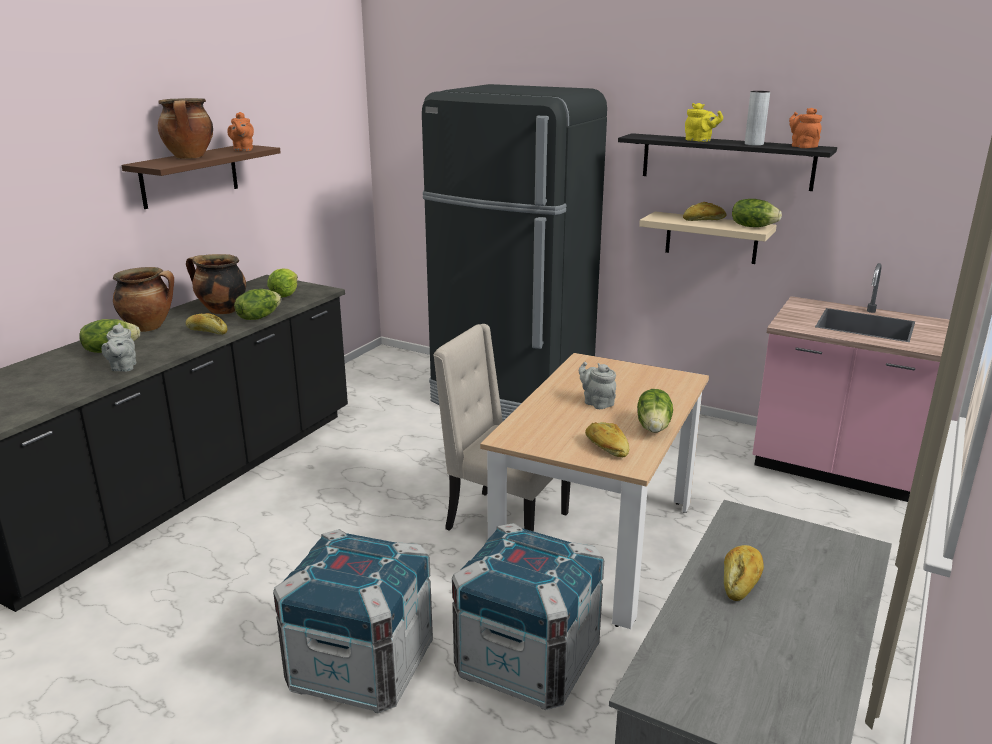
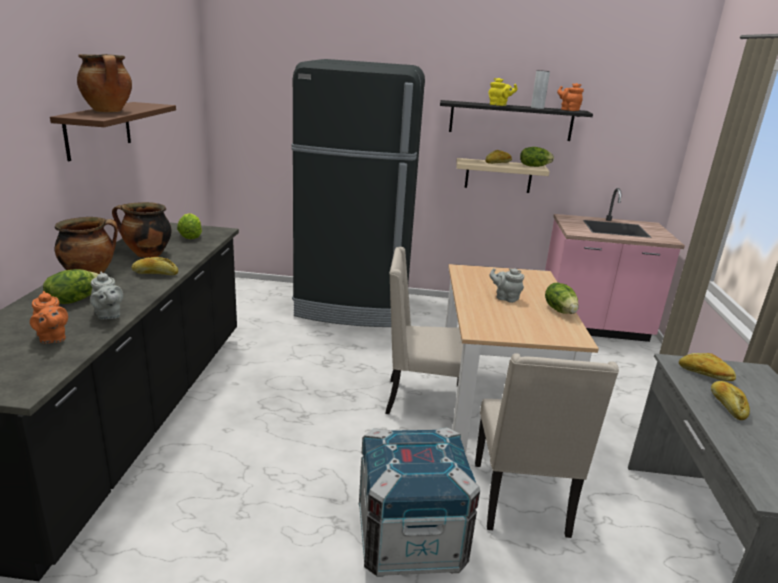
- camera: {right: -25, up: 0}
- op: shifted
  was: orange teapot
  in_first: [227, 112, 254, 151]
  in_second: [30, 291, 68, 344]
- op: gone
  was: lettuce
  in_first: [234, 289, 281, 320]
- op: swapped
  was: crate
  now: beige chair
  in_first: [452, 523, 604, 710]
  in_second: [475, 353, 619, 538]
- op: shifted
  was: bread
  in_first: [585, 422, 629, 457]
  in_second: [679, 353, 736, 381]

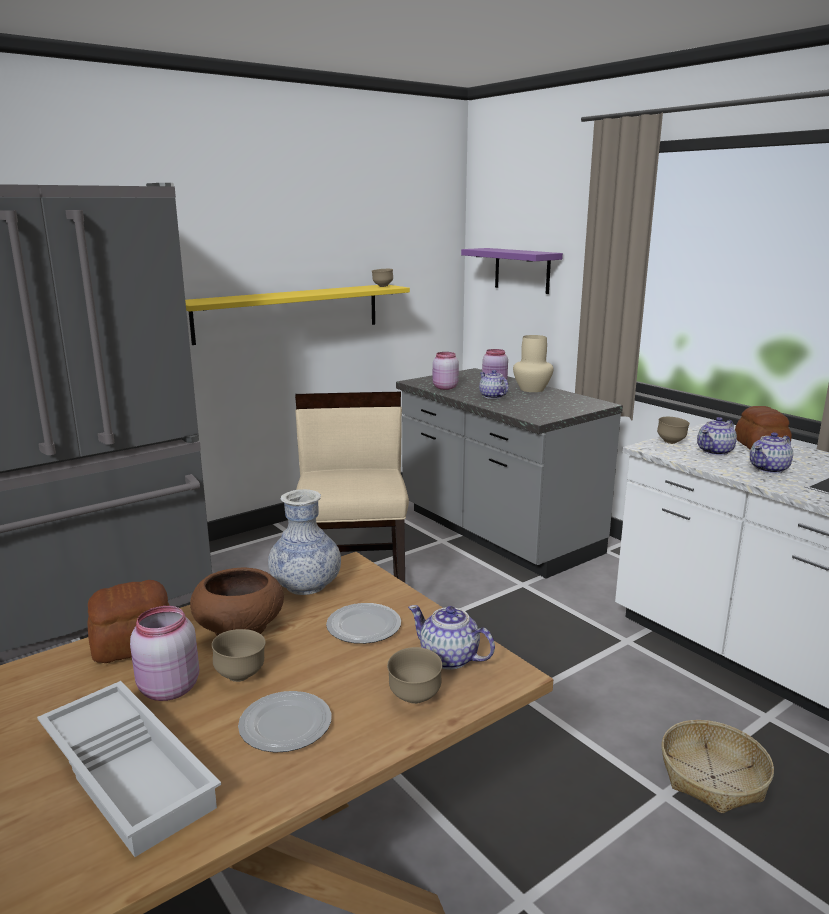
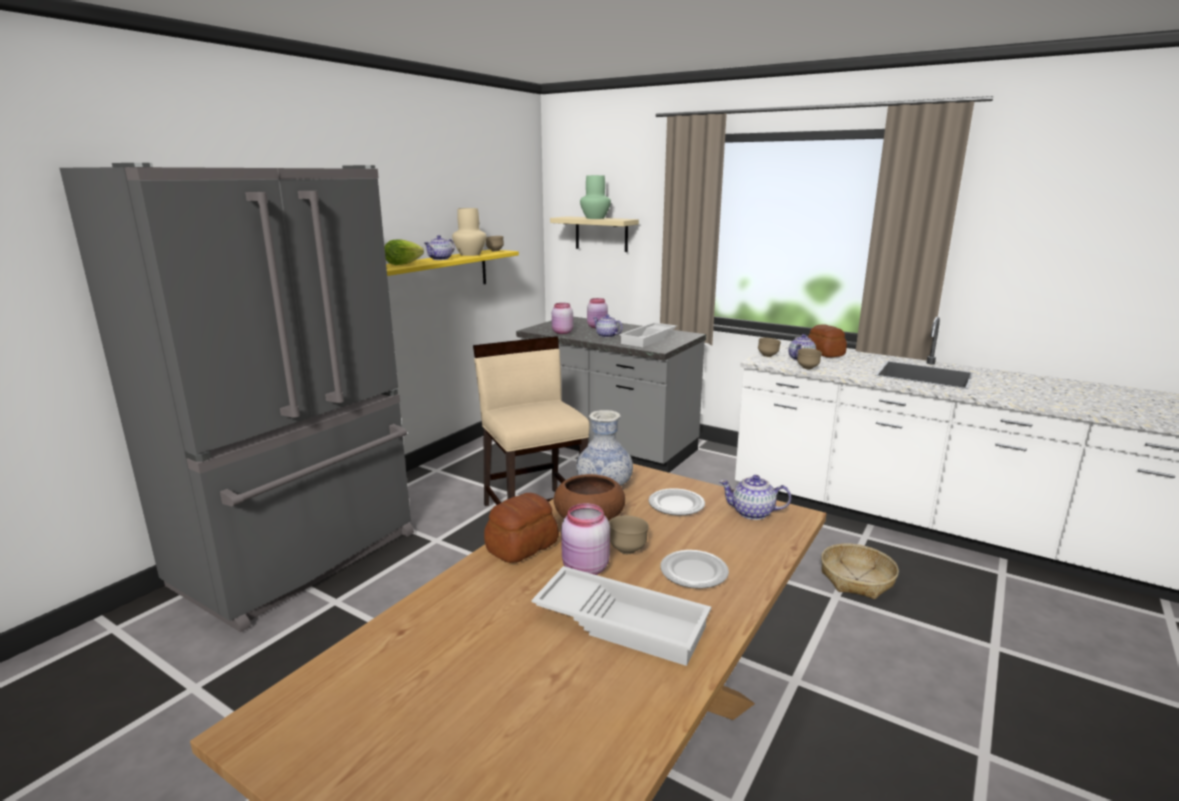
- camera: {right: -20, up: 0}
- op: shifted
  was: brown bowl
  in_first: [387, 647, 442, 704]
  in_second: [797, 348, 822, 369]
- op: repainted
  was: purple shelf
  now: beige shelf
  in_first: [461, 248, 563, 294]
  in_second: [550, 216, 639, 252]
- op: shifted
  was: beige vase
  in_first: [513, 335, 553, 392]
  in_second: [452, 208, 486, 256]
- op: shifted
  was: teapot
  in_first: [750, 432, 793, 474]
  in_second: [424, 235, 455, 260]
- op: new
  now: lettuce
  in_second: [385, 240, 424, 265]
- op: new
  now: green vase
  in_second: [580, 175, 611, 219]
- op: new
  now: white tray
  in_second: [619, 322, 677, 347]

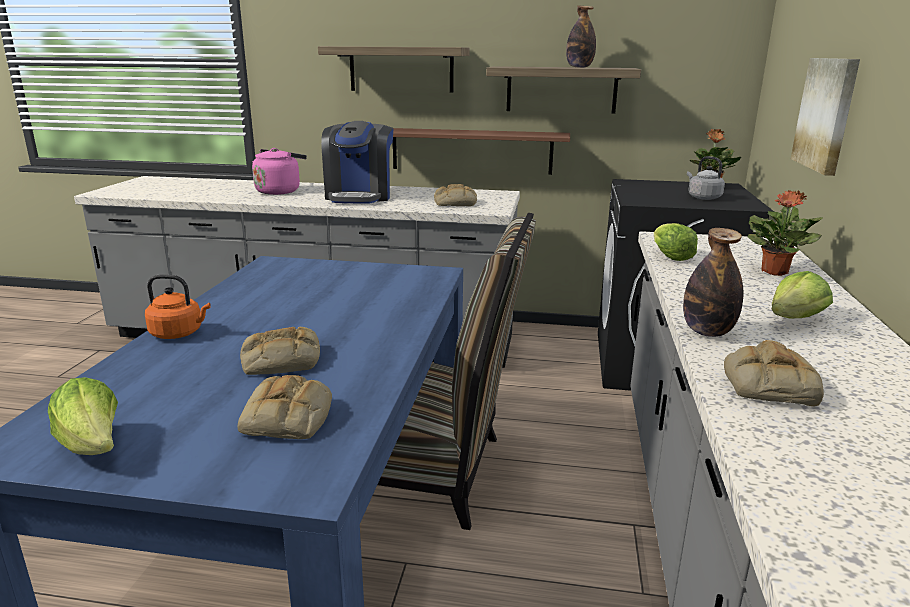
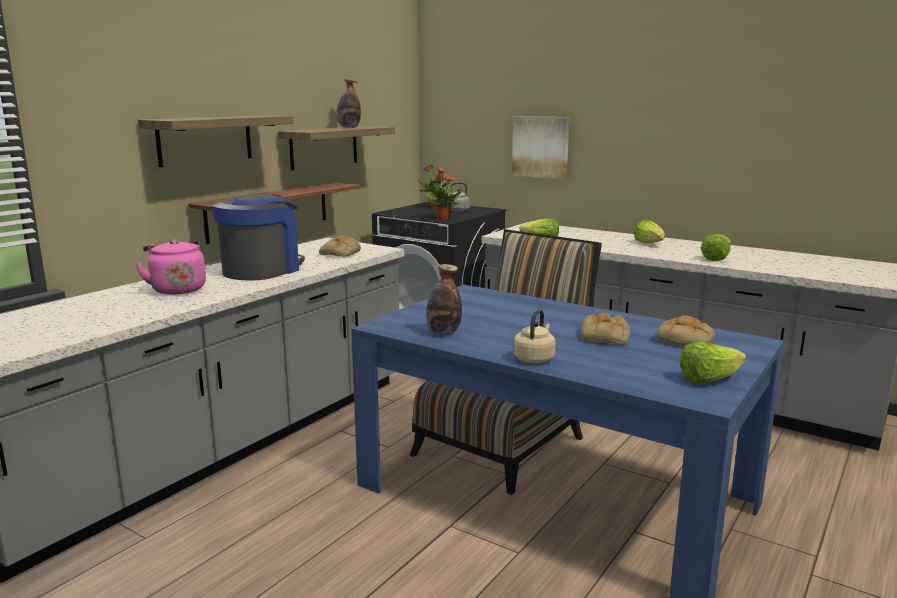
- camera: {right: -65, up: -5}
- op: repainted
  was: orange kettle
  now: beige kettle
  in_first: [145, 274, 211, 339]
  in_second: [513, 309, 556, 363]
- op: rotated
  was: coffee machine
  in_first: [321, 121, 393, 204]
  in_second: [212, 195, 305, 280]
  clockwise: -90
- op: shifted
  was: bottle
  in_first: [683, 228, 744, 337]
  in_second: [426, 264, 462, 335]
- op: swapped
  was: bread
  now: lettuce
  in_first: [724, 340, 824, 406]
  in_second: [701, 234, 731, 261]
- op: shifted
  was: potted plant
  in_first: [748, 190, 823, 276]
  in_second: [423, 174, 462, 220]

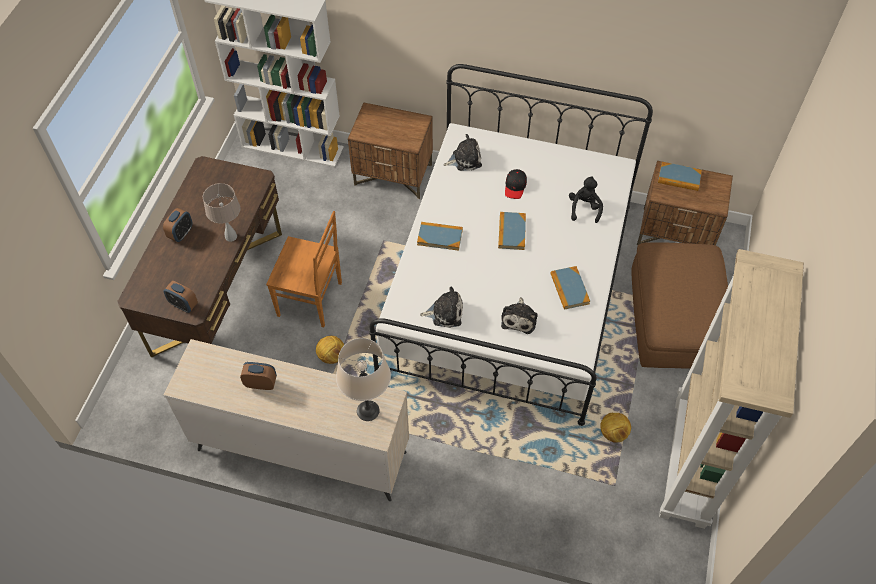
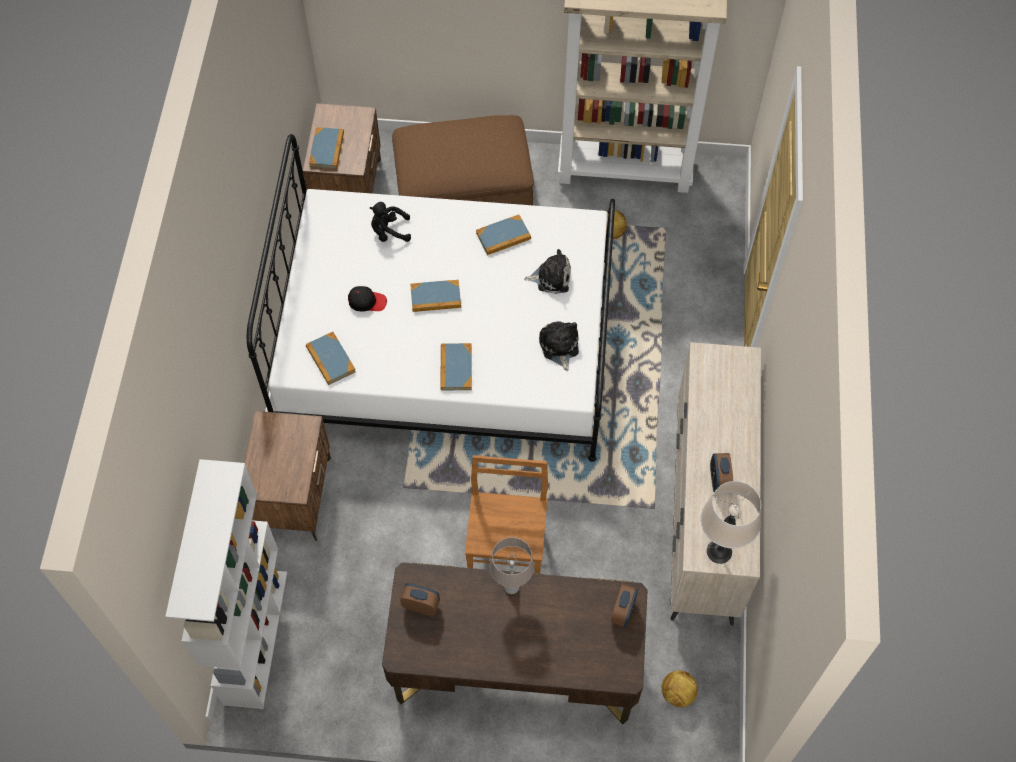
- camera: {right: -100, up: 5}
- op: shifted
  was: alarm clock
  in_first: [163, 208, 193, 242]
  in_second: [400, 583, 440, 616]
- op: shifted
  was: football
  in_first: [316, 336, 344, 364]
  in_second: [662, 670, 698, 707]
- op: shifted
  was: beige table lamp
  in_first: [336, 338, 391, 421]
  in_second: [700, 481, 761, 564]
- op: swapped
  was: plush toy
  now: book
  in_first: [444, 134, 482, 171]
  in_second: [306, 332, 356, 385]

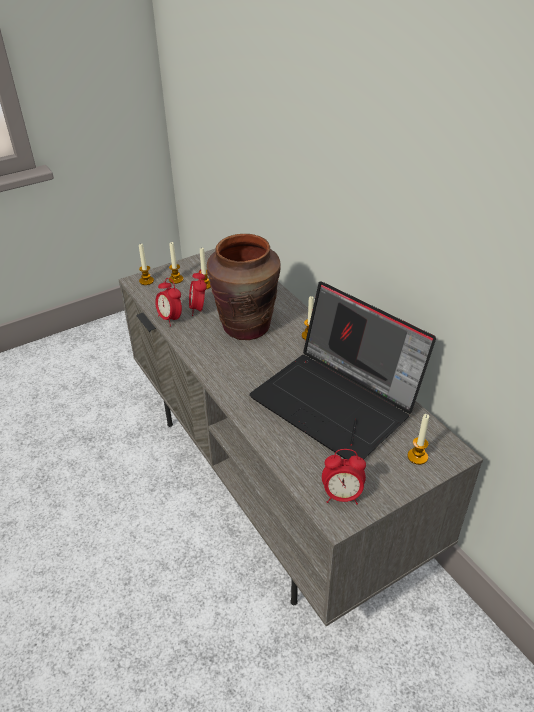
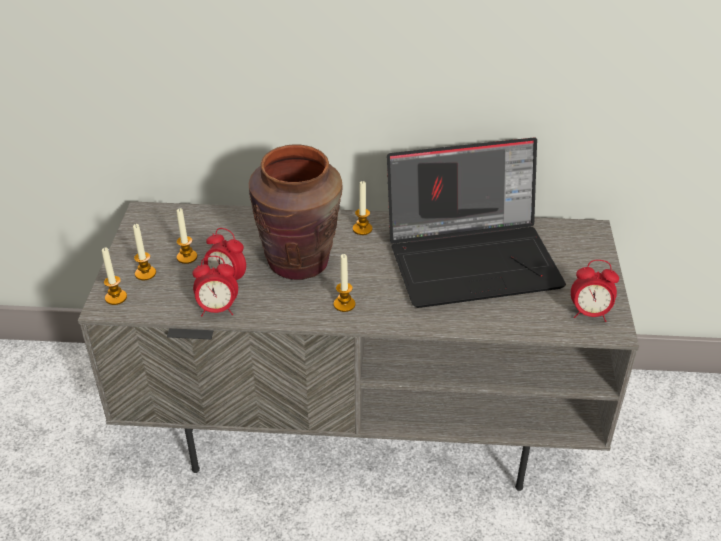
- camera: {right: -55, up: 0}
- op: rotated
  was: alarm clock
  in_first: [322, 449, 366, 505]
  in_second: [571, 260, 619, 322]
  clockwise: 60
- op: shifted
  was: candle
  in_first: [407, 414, 429, 465]
  in_second: [334, 254, 355, 312]

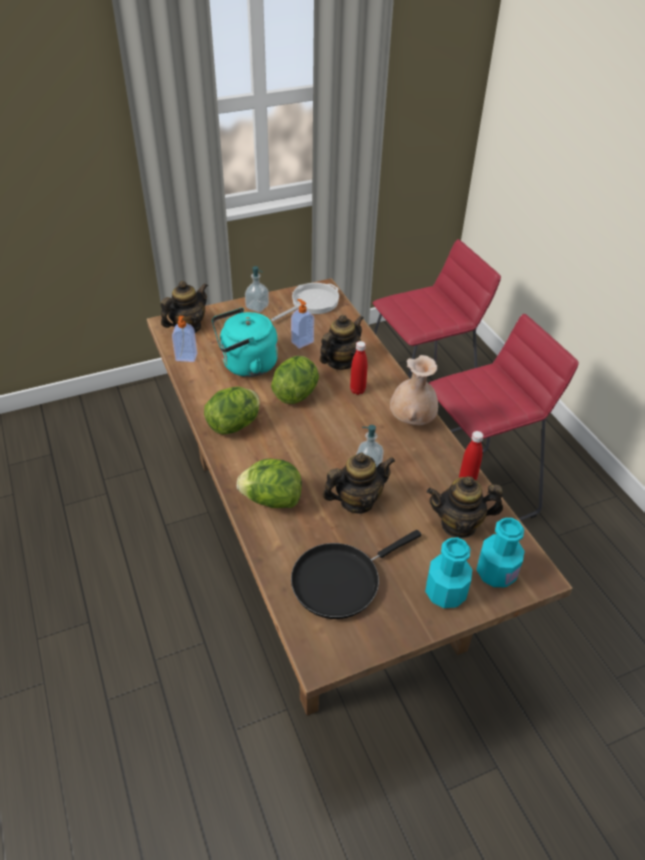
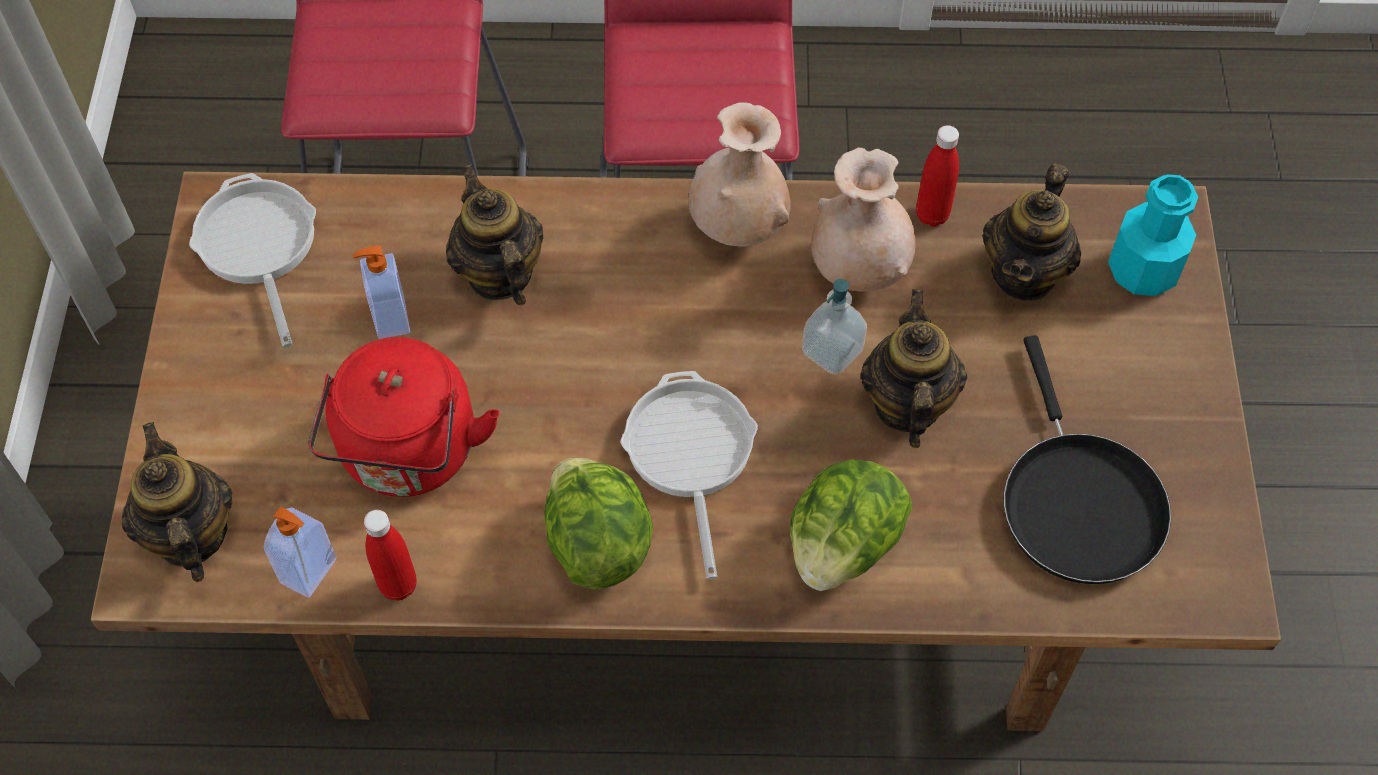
- camera: {right: -65, up: 15}
- op: repainted
  was: turquoise kettle
  now: red kettle
  in_first: [212, 308, 278, 377]
  in_second: [308, 337, 499, 497]
- op: gone
  was: soap dispenser
  in_first: [245, 266, 269, 312]
- op: gone
  was: lettuce
  in_first: [271, 356, 319, 404]
- op: shifted
  was: red bottle
  in_first: [350, 341, 367, 395]
  in_second: [364, 510, 417, 601]
- op: gone
  was: turquoise bottle
  in_first: [425, 537, 472, 608]
- op: new
  now: frying pan
  in_second: [620, 371, 758, 580]
- op: new
  now: beige vase
  in_second: [811, 148, 916, 292]

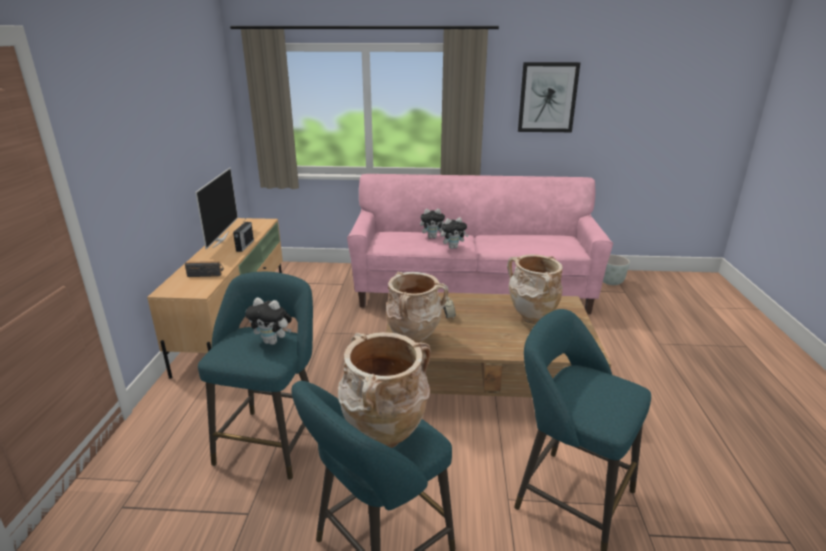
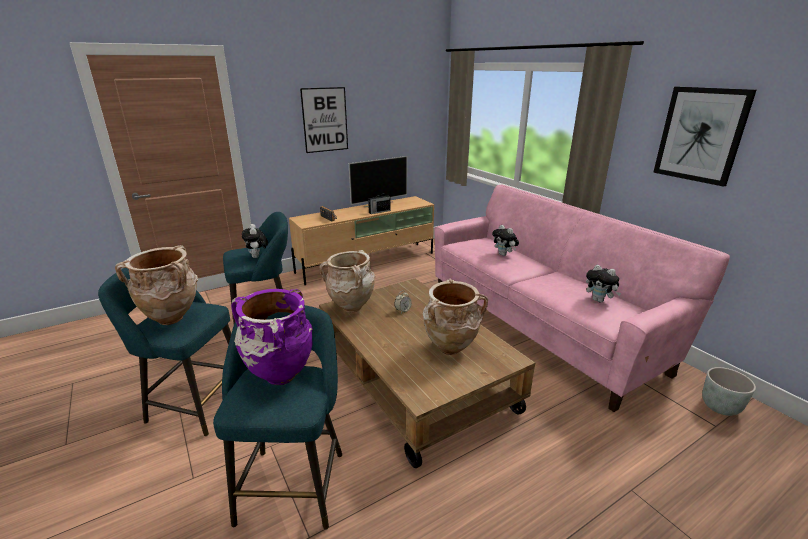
- camera: {right: 55, up: 0}
- op: shifted
  was: plush toy
  in_first: [441, 217, 469, 249]
  in_second: [586, 265, 621, 303]
- op: new
  now: purple vase
  in_second: [231, 289, 313, 385]
- op: new
  now: picture
  in_second: [300, 87, 348, 153]

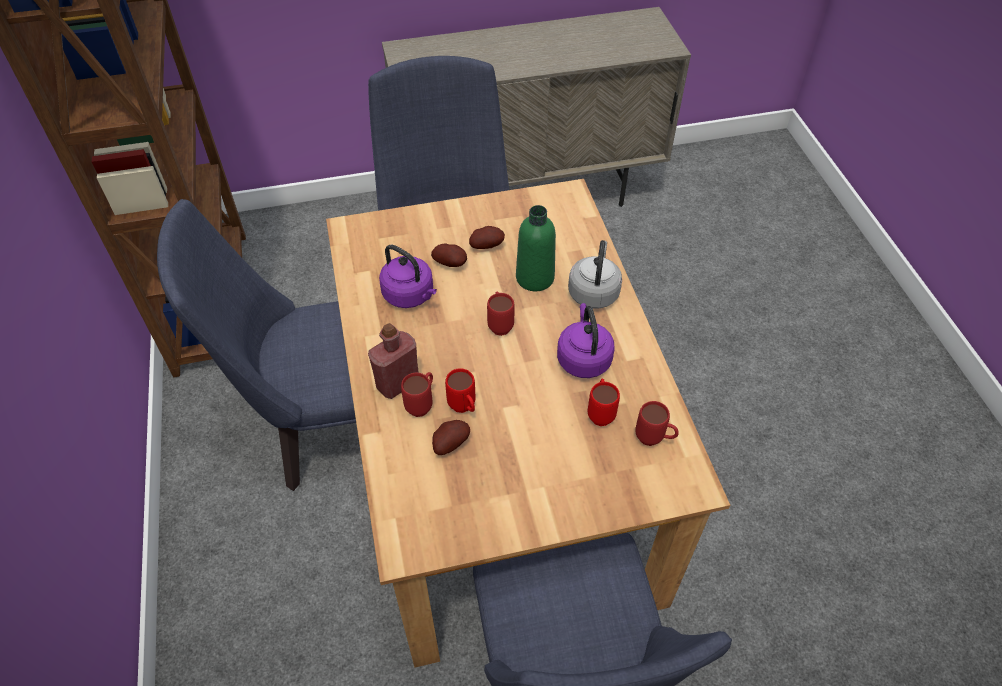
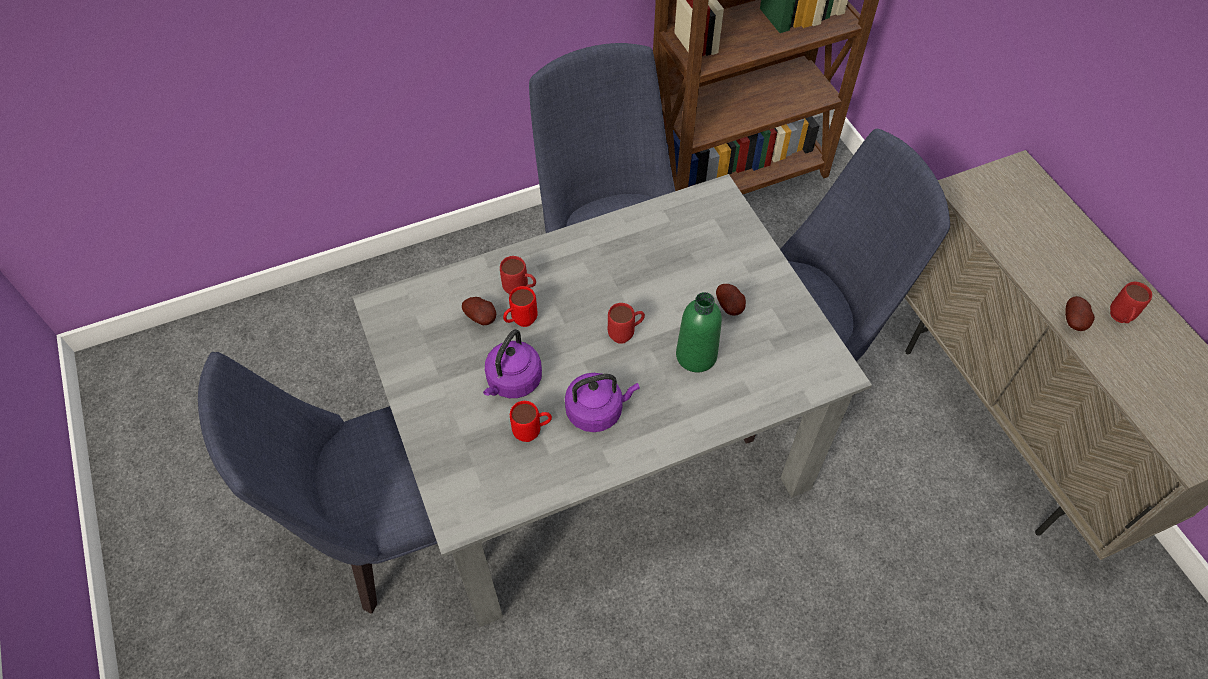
- camera: {right: 80, up: 5}
- op: repainted
  was: brown dining table
  now: grey dining table
  in_first: [326, 179, 730, 668]
  in_second: [352, 174, 872, 627]
- op: gone
  was: red bottle
  in_first: [368, 323, 419, 399]
- op: shifted
  was: purple kettle
  in_first: [379, 245, 437, 308]
  in_second: [483, 329, 542, 398]
- op: shifted
  was: potato
  in_first: [431, 244, 467, 267]
  in_second: [1065, 296, 1095, 331]
- op: gone
  was: grey kettle
  in_first: [568, 240, 622, 308]
- op: shifted
  was: red mug
  in_first: [635, 401, 679, 446]
  in_second: [1110, 282, 1152, 323]

